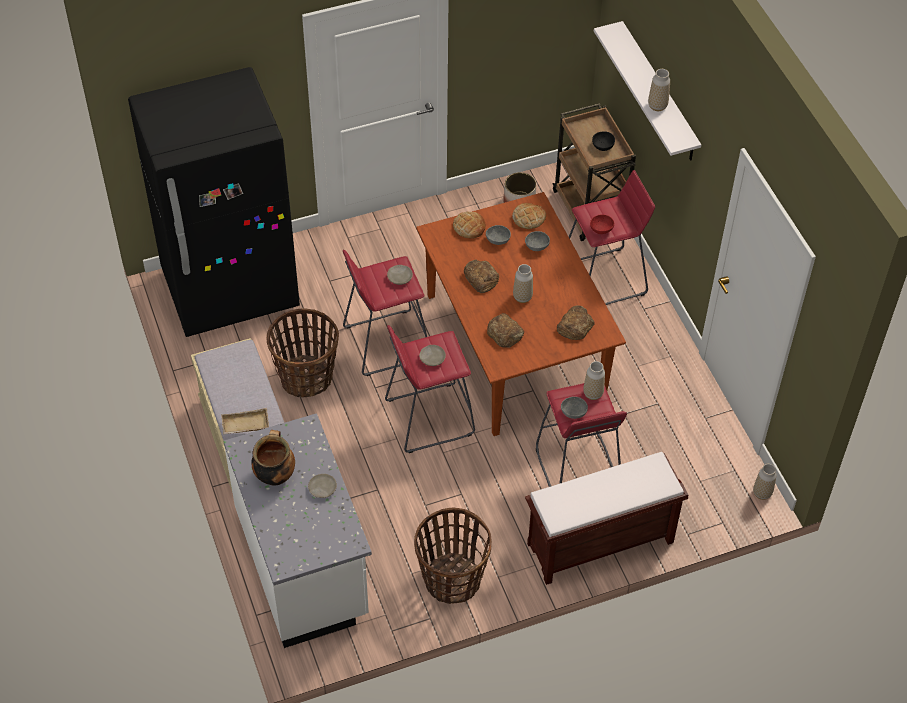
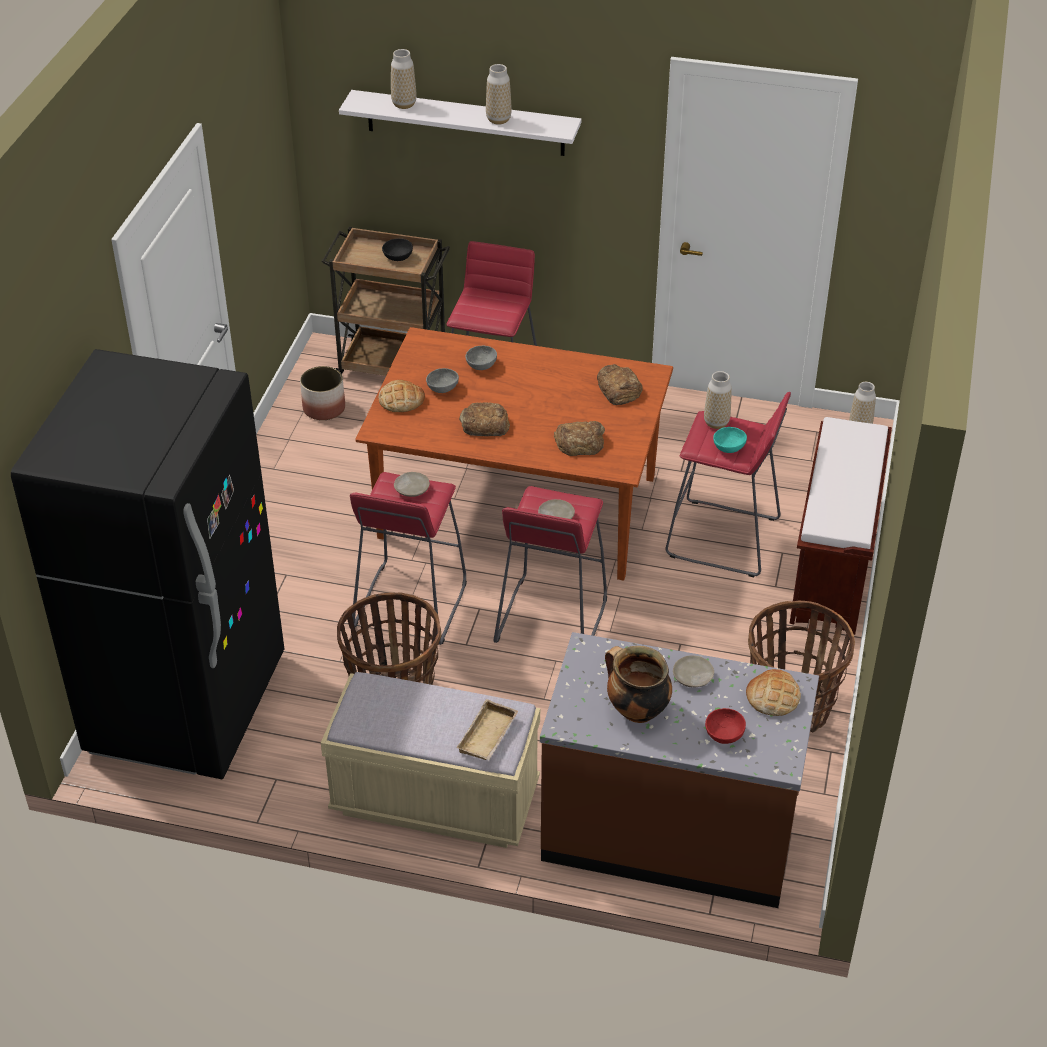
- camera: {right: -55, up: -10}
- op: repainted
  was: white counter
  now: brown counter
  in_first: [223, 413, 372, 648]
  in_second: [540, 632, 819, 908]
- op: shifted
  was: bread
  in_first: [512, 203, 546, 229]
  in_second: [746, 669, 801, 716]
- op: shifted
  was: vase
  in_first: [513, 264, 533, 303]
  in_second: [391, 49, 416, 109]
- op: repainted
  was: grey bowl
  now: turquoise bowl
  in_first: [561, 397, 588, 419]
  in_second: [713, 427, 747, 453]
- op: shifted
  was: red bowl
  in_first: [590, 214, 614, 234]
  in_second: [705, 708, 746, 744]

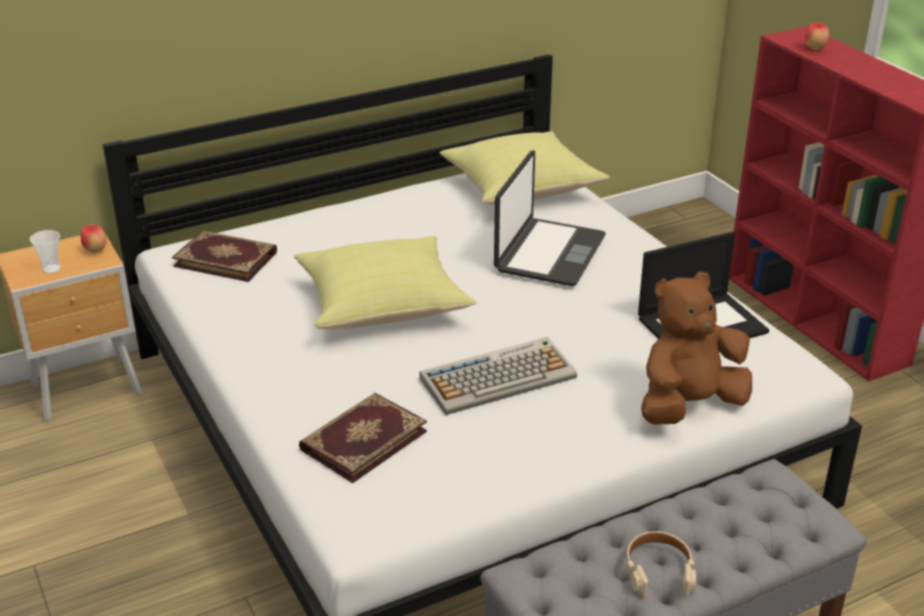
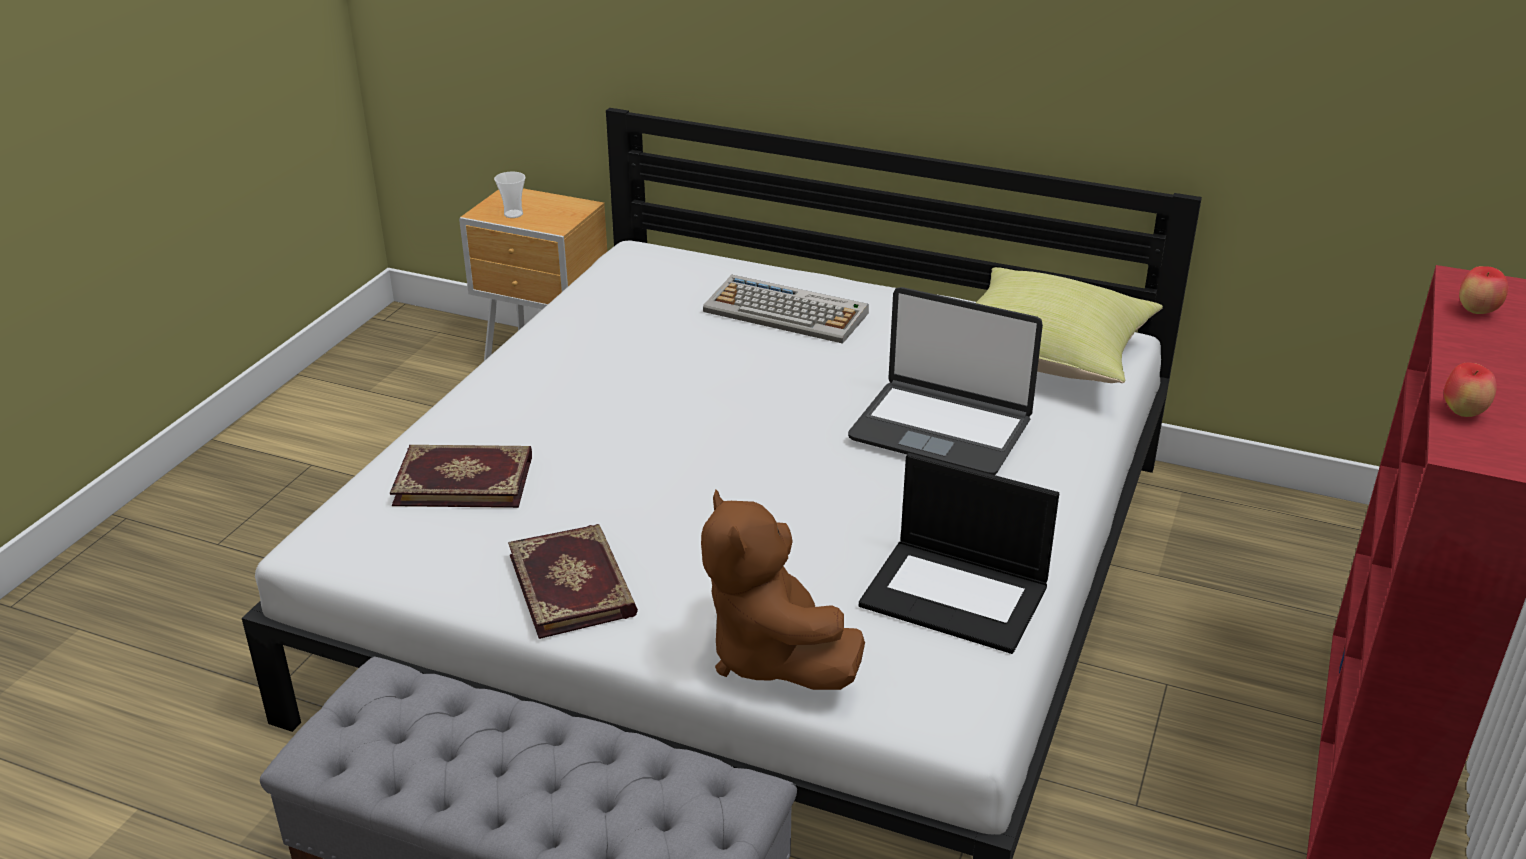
- camera: {right: 50, up: 0}
- op: shifted
  was: apple
  in_first: [81, 225, 107, 253]
  in_second: [1444, 363, 1497, 417]
- op: shifted
  was: book
  in_first: [172, 231, 277, 282]
  in_second: [508, 524, 638, 639]
- op: gone
  was: yellow pillow
  in_first: [294, 236, 477, 329]
- op: shifted
  was: keyboard
  in_first: [420, 337, 577, 415]
  in_second: [703, 275, 869, 344]
- op: rotated
  was: laptop
  in_first: [494, 150, 606, 286]
  in_second: [848, 287, 1043, 475]
  clockwise: 45
- op: gone
  was: beige headphones
  in_first: [626, 531, 696, 597]
- op: rotated
  was: brown plush toy
  in_first: [641, 272, 752, 425]
  in_second: [701, 490, 865, 690]
  clockwise: -135

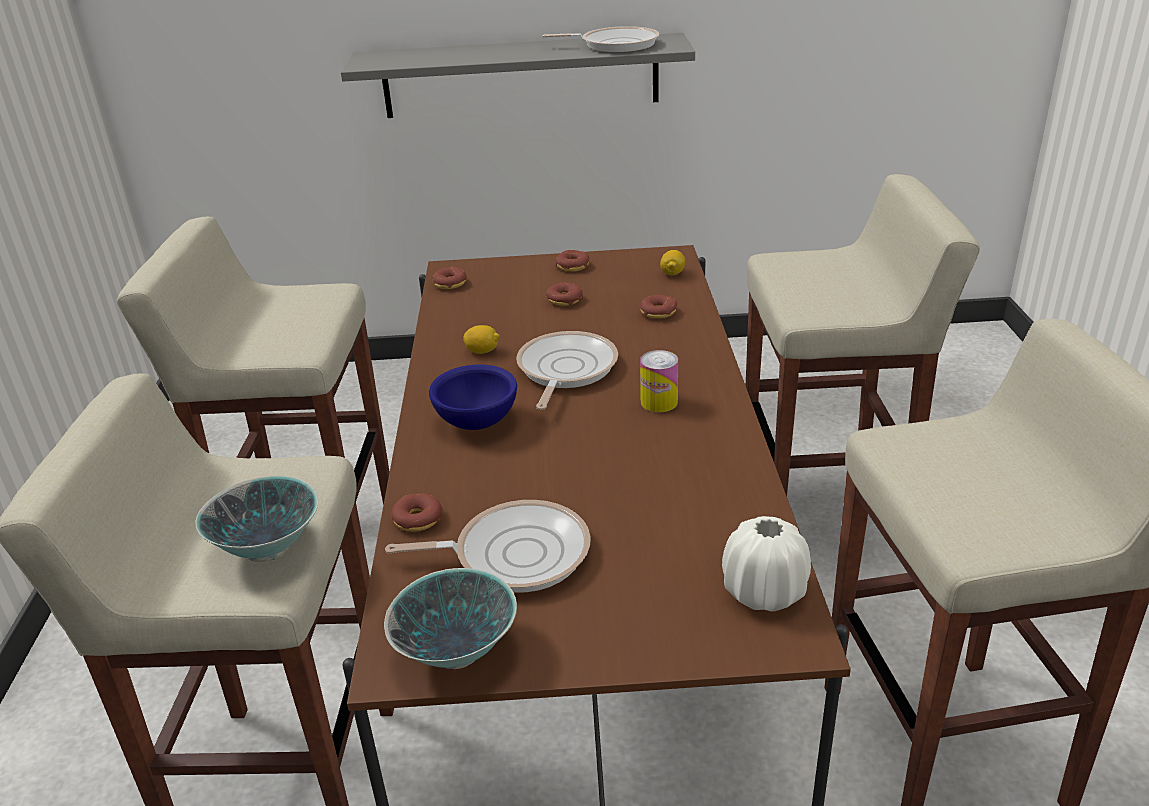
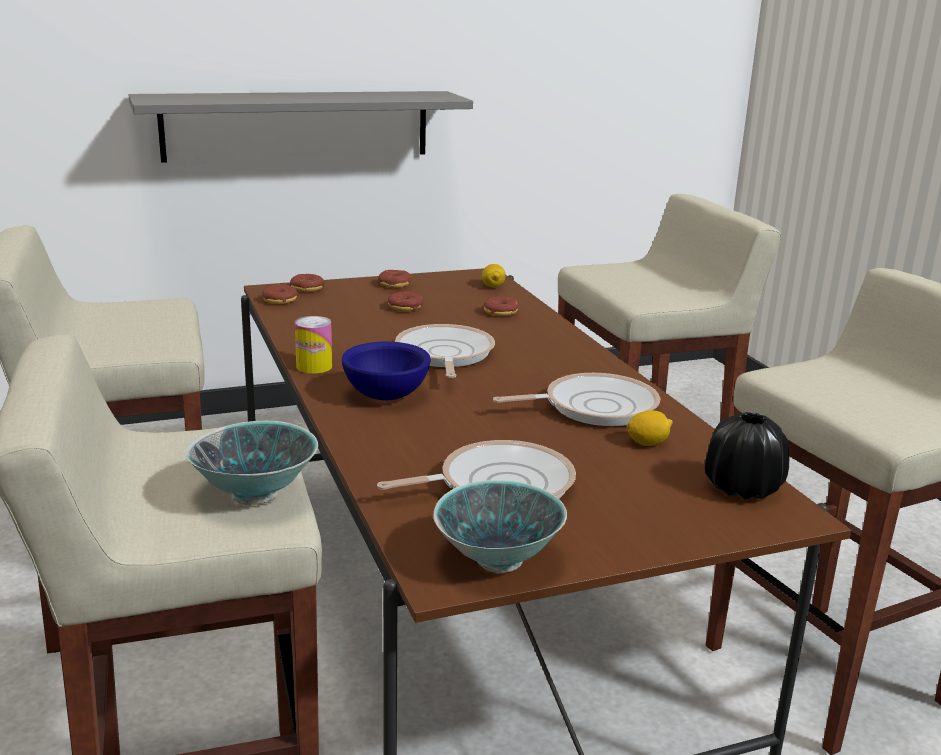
- camera: {right: -20, up: -10}
- op: shifted
  was: donut
  in_first: [391, 493, 443, 532]
  in_second: [289, 274, 324, 292]
- op: shifted
  was: lemon
  in_first: [463, 325, 500, 354]
  in_second: [627, 410, 673, 446]
- op: shifted
  was: frying pan
  in_first: [542, 26, 659, 53]
  in_second: [493, 373, 660, 426]
- op: shifted
  was: can
  in_first: [640, 350, 678, 412]
  in_second: [295, 316, 332, 374]
- op: repainted
  was: white vase
  now: black vase
  in_first: [722, 516, 811, 612]
  in_second: [705, 412, 789, 499]

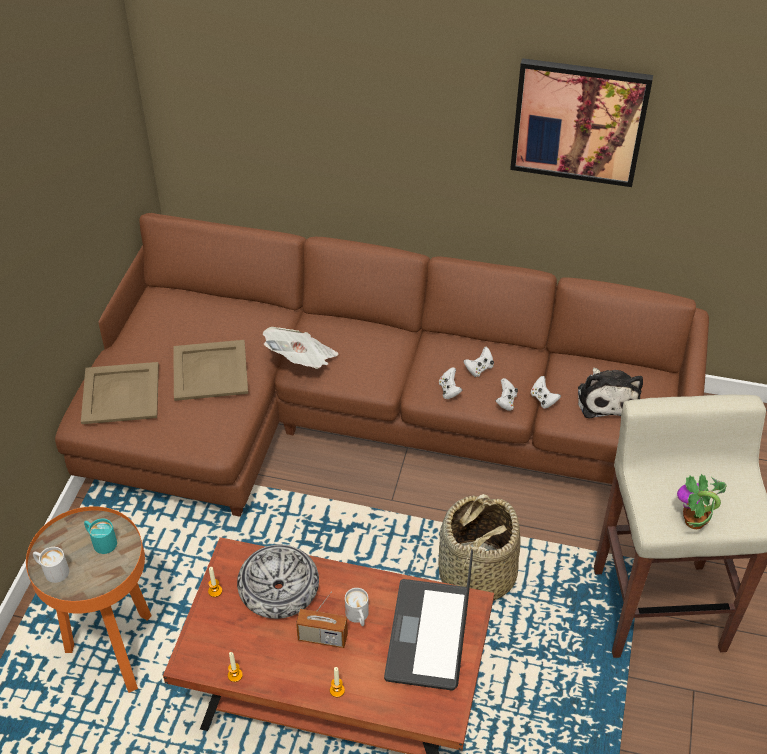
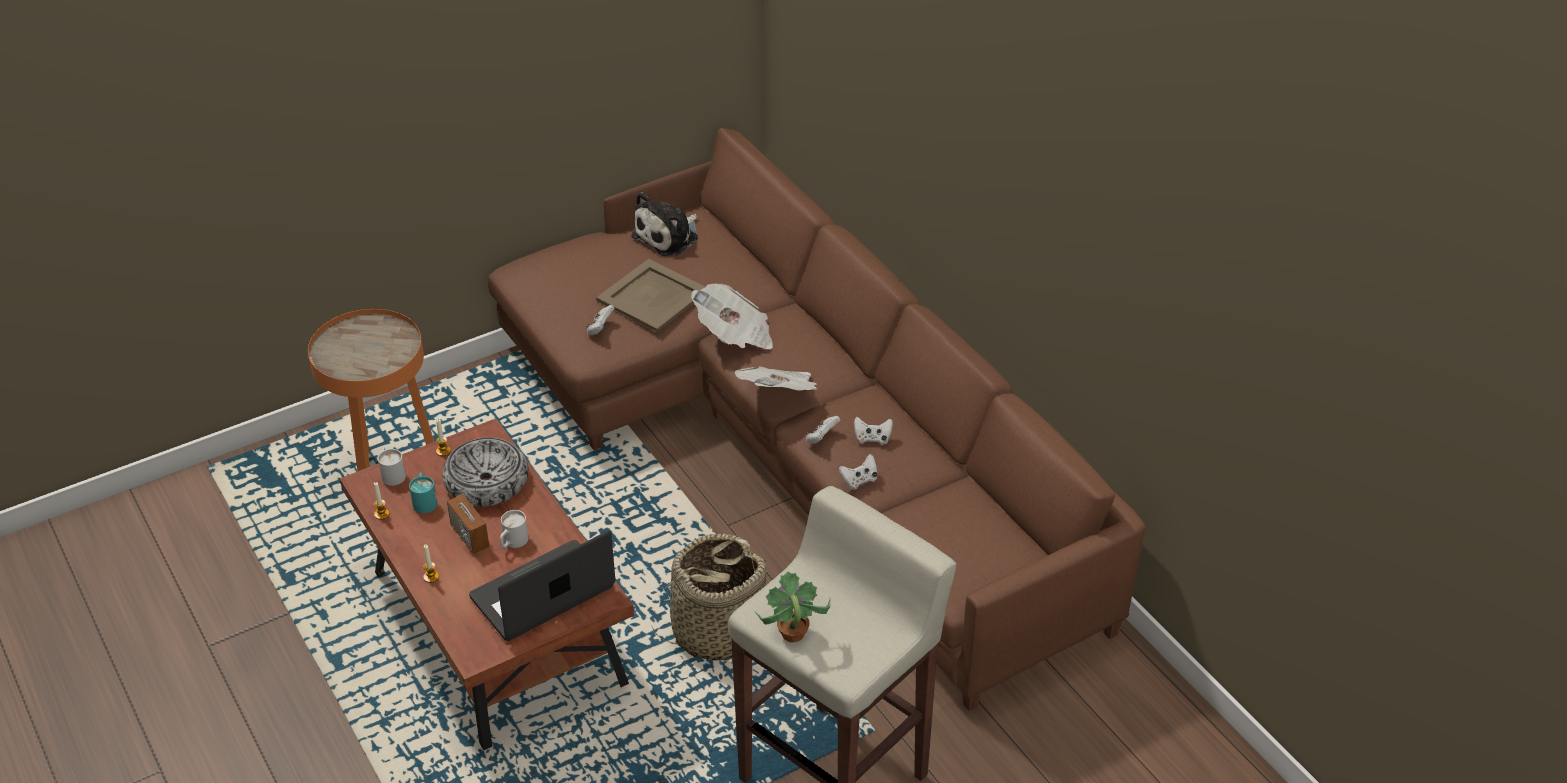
- camera: {right: 45, up: -5}
- op: shifted
  was: white mug
  in_first: [33, 547, 69, 583]
  in_second: [378, 446, 406, 486]
- op: gone
  was: beige tray
  in_first: [81, 362, 159, 424]
- op: shifted
  was: turquoise mug
  in_first: [84, 518, 117, 554]
  in_second: [409, 472, 437, 513]
- op: gone
  was: picture
  in_first: [510, 58, 653, 187]
- op: shifted
  was: white game controller
  in_first: [531, 376, 561, 409]
  in_second: [586, 305, 615, 335]
- op: shifted
  was: plush toy
  in_first: [578, 368, 643, 418]
  in_second: [631, 192, 698, 256]
- op: new
  now: newspaper
  in_second: [735, 366, 817, 391]

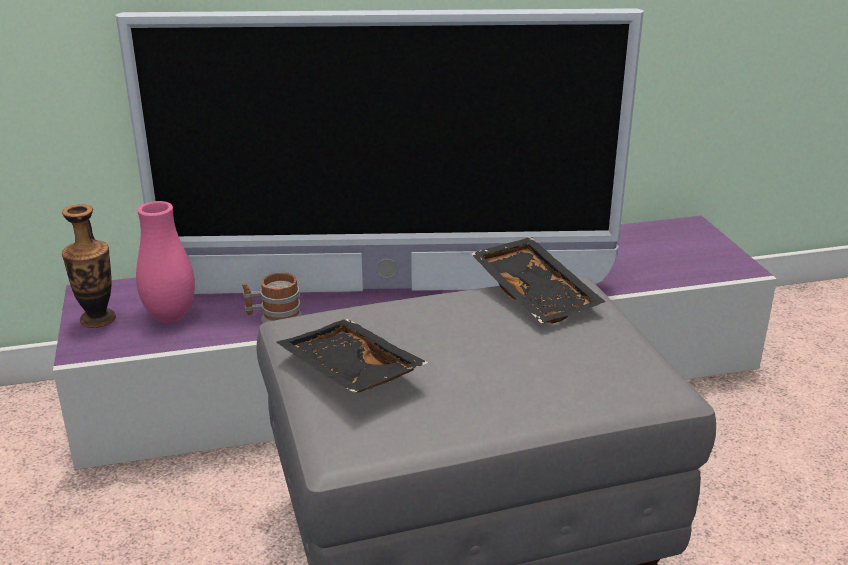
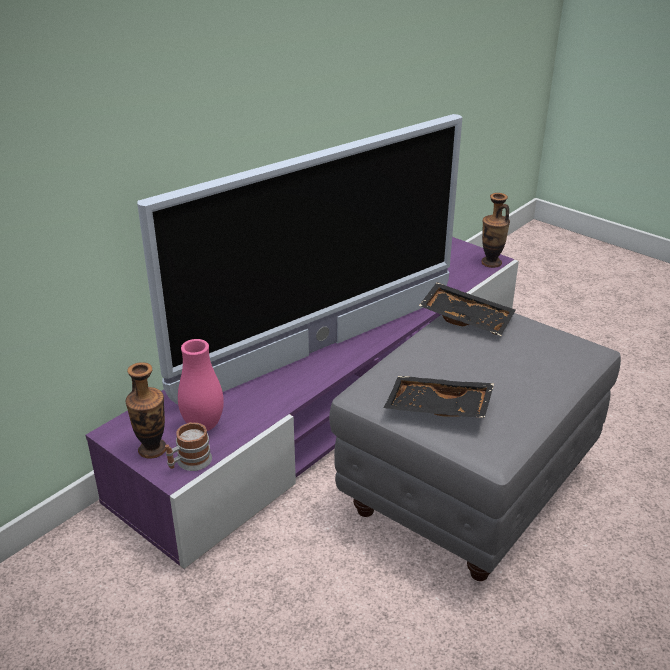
- camera: {right: -35, up: 5}
- op: shifted
  was: mug
  in_first: [242, 272, 302, 323]
  in_second: [165, 422, 212, 471]
- op: new
  now: vase
  in_second: [481, 193, 510, 268]

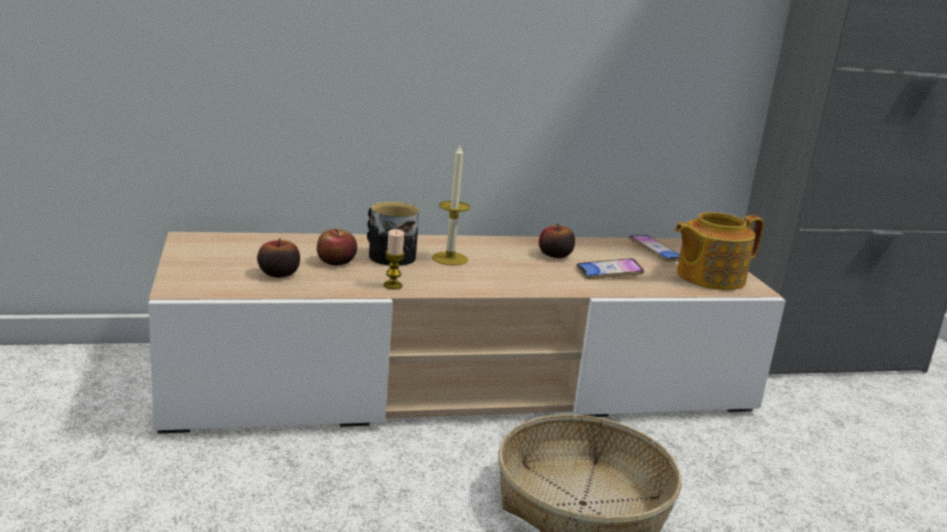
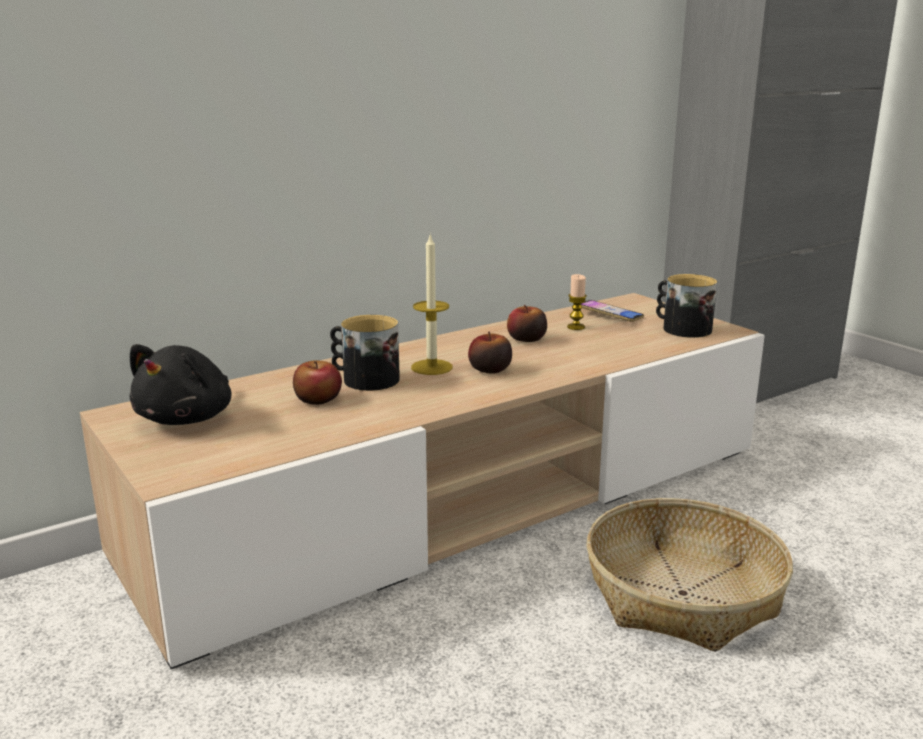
- camera: {right: -20, up: 0}
- op: shifted
  was: apple
  in_first: [257, 238, 300, 278]
  in_second: [468, 332, 512, 374]
- op: shifted
  was: candle
  in_first: [383, 229, 405, 289]
  in_second: [567, 274, 587, 330]
- op: gone
  was: phone
  in_first: [576, 258, 644, 279]
- op: swapped
  was: teapot
  now: mug
  in_first: [674, 212, 764, 290]
  in_second: [656, 274, 717, 338]
- op: new
  now: black plush toy
  in_second: [130, 344, 231, 425]

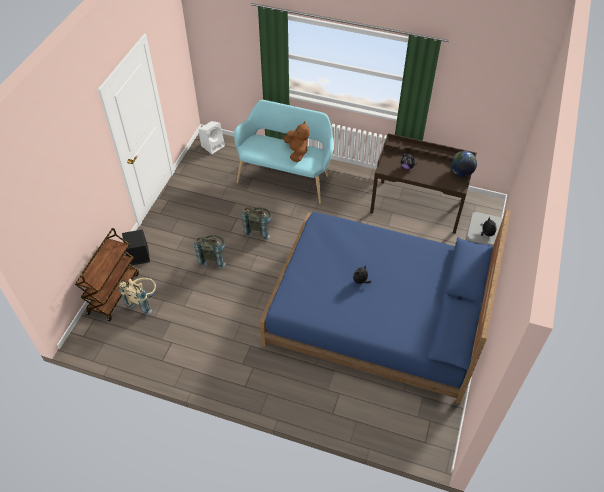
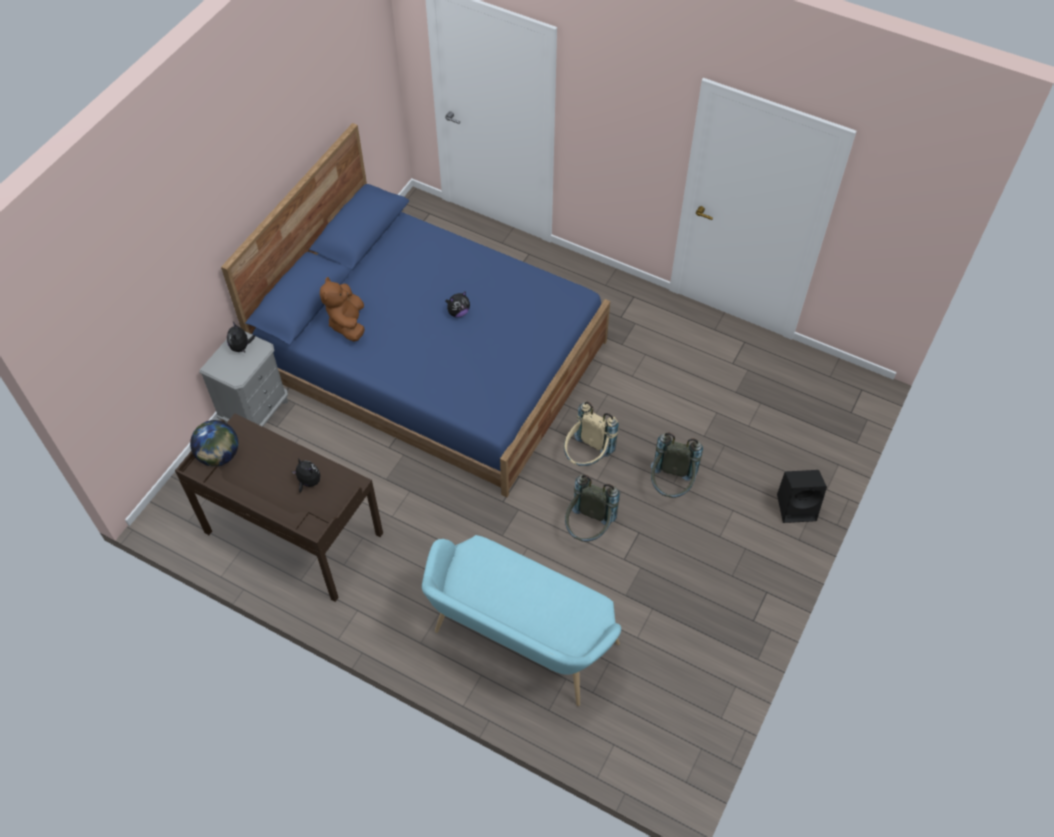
- camera: {right: -170, up: 5}
- op: gone
  was: brown cart
  in_first: [75, 228, 139, 322]
- op: shifted
  was: beige backpack
  in_first: [119, 278, 157, 315]
  in_second: [564, 402, 619, 466]
- op: gone
  was: white speaker
  in_first: [198, 121, 225, 154]
- op: shifted
  was: brown plush toy
  in_first: [284, 121, 309, 162]
  in_second: [320, 277, 365, 342]

